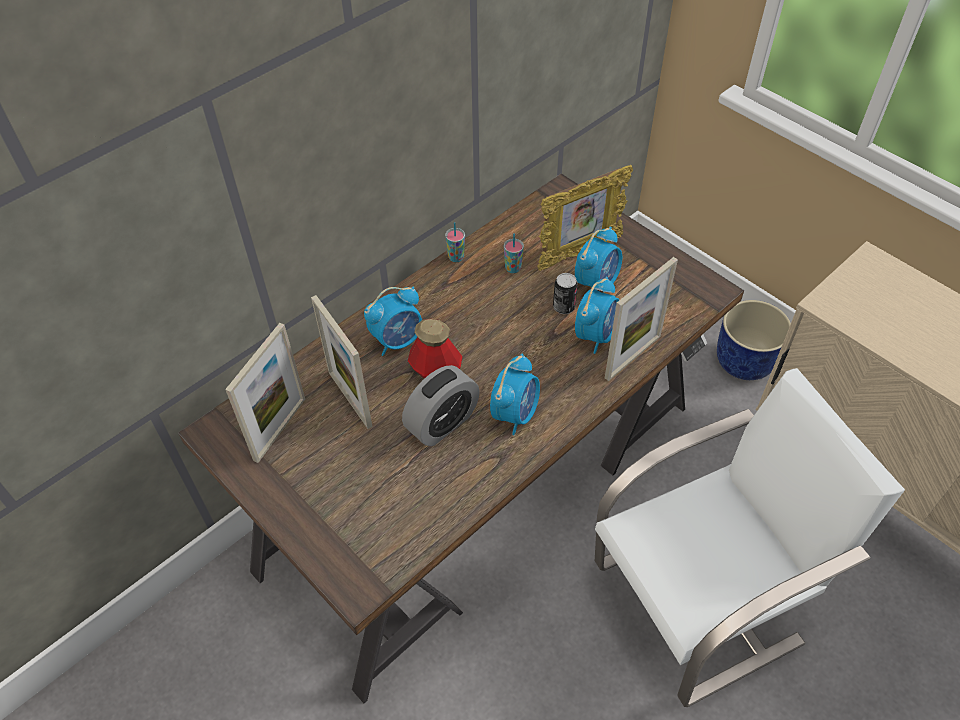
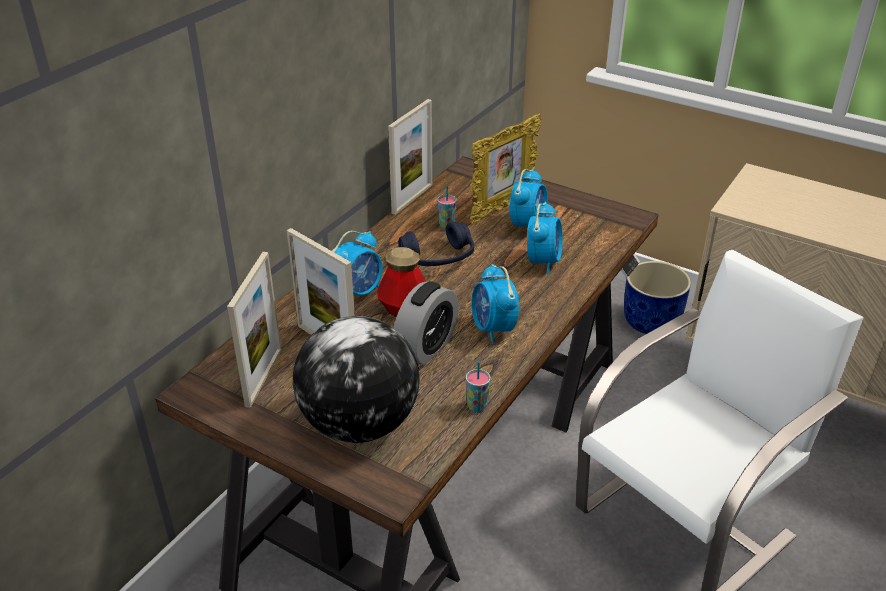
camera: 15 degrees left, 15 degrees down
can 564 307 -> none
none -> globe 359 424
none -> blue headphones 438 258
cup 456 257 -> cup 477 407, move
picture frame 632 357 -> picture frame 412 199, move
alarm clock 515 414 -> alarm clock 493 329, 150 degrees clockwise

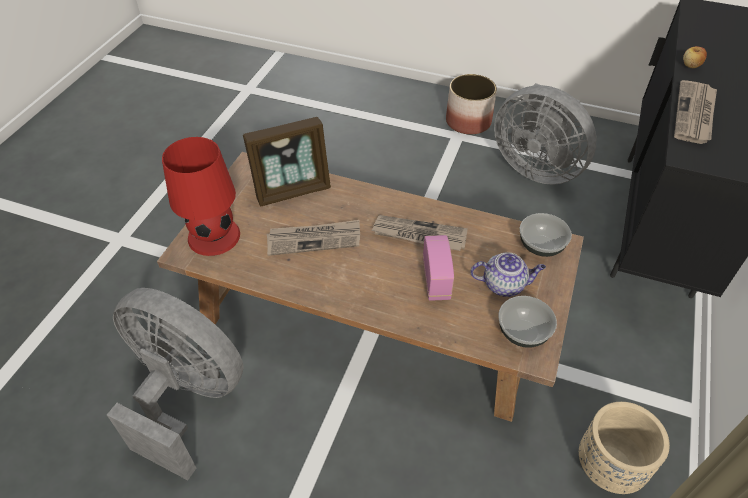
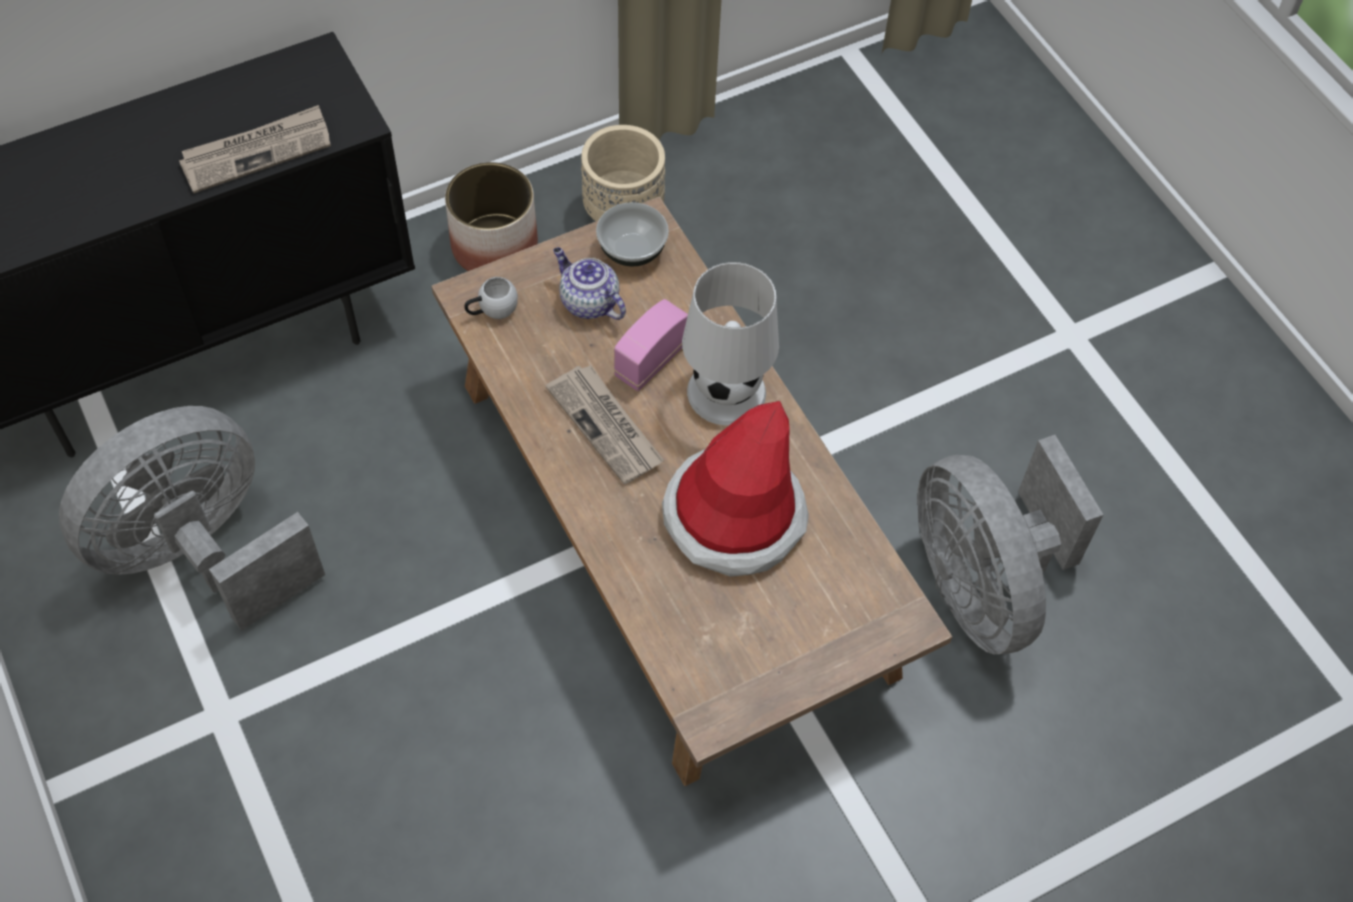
camera: 140 degrees left, 10 degrees up
red table lamp 213 236 -> none
picture frame 292 190 -> none
apple 691 66 -> none
none -> white table lamp 725 391
planter 467 122 -> planter 495 247, move
newspaper 314 239 -> hat 734 516
bowl 540 245 -> white mug 491 310
grey fan 536 167 -> grey fan 203 553, 120 degrees counterclockwise

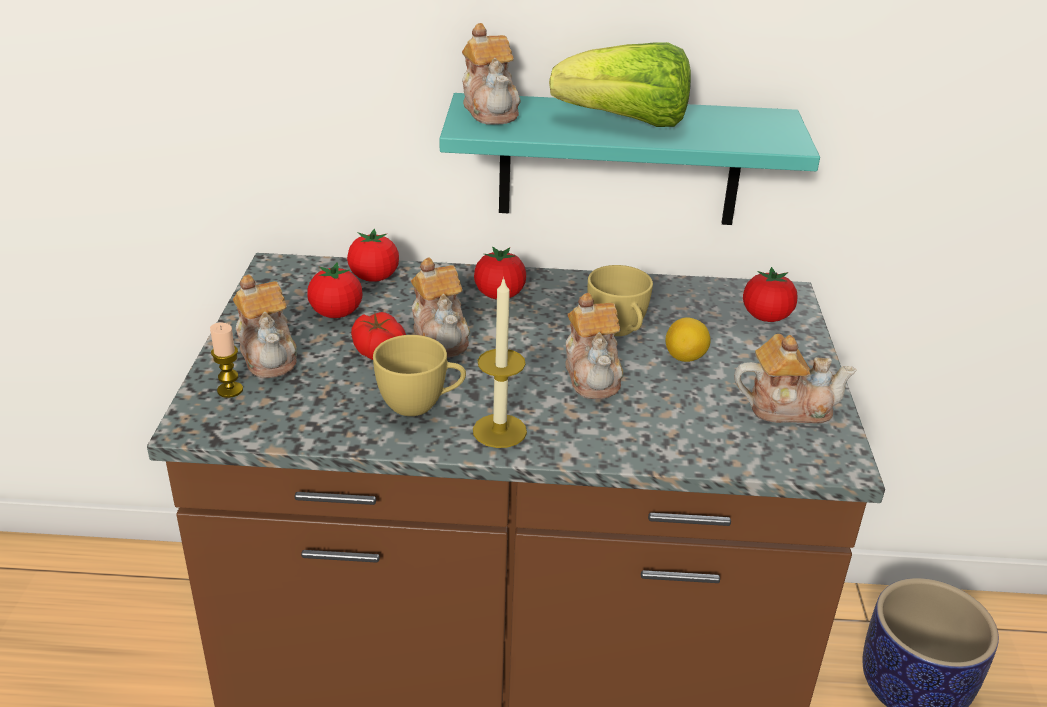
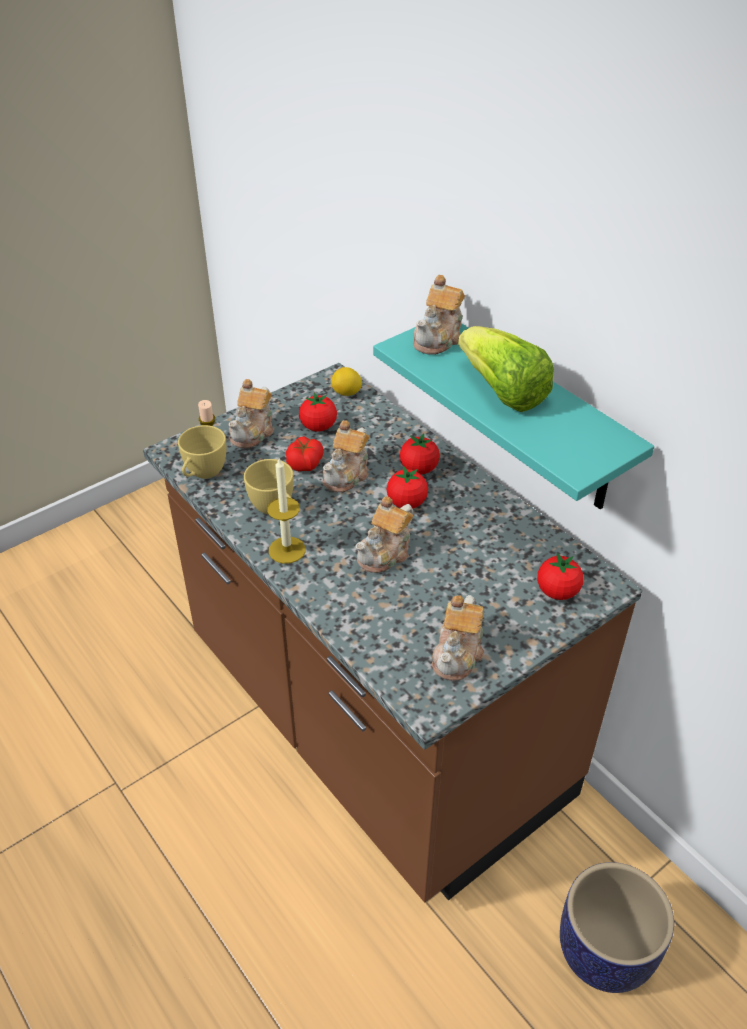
camera: 50 degrees right, 10 degrees up
tomato 374 278 -> tomato 406 503, move
yellow cup 619 331 -> yellow cup 203 474, move
lemon 685 358 -> lemon 346 393, move
teapot 787 407 -> teapot 458 654, 60 degrees clockwise

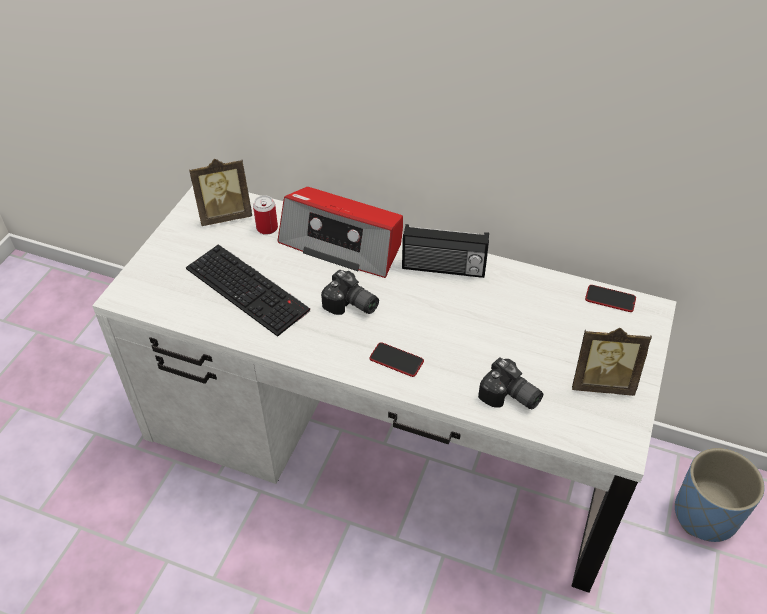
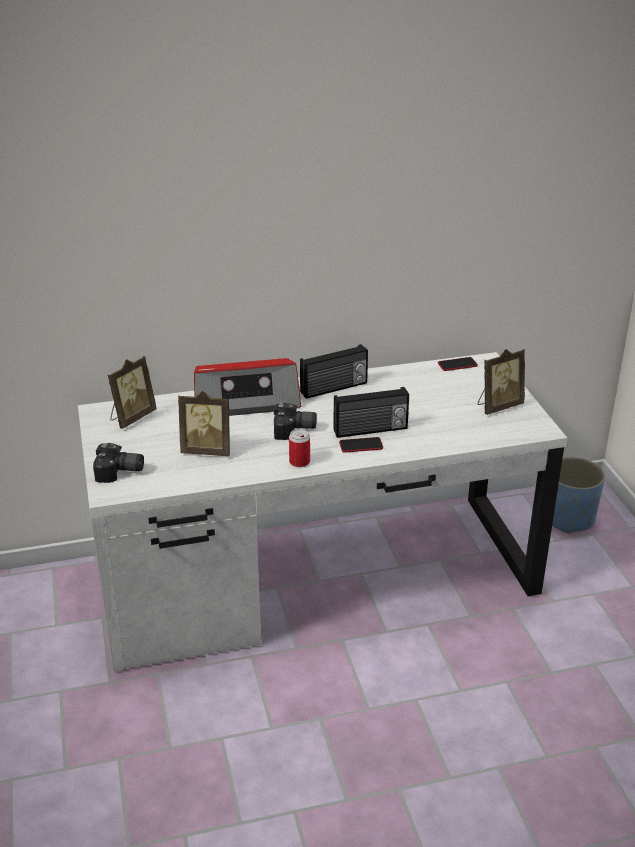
camera: 35 degrees left, 15 degrees down
none -> radio 370 430
can 267 228 -> can 299 462, move
photo camera 509 397 -> photo camera 119 473, move
keyboard 249 289 -> picture frame 207 450

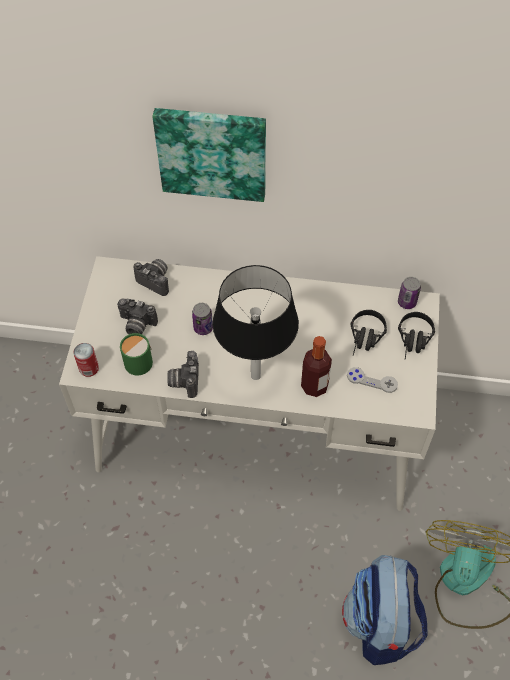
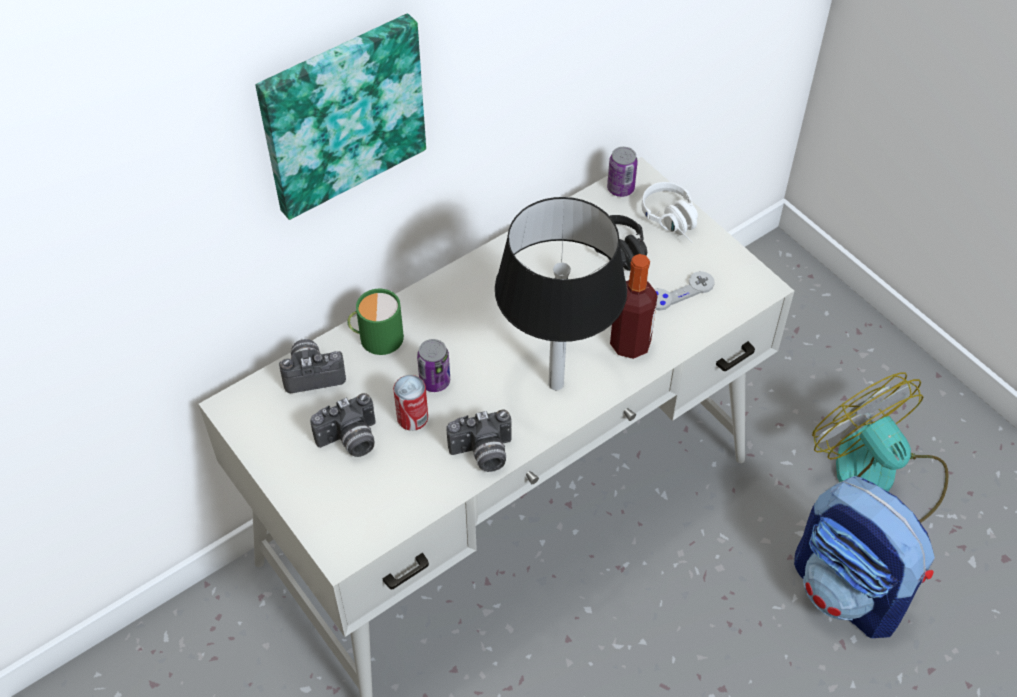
camera: 45 degrees left, 5 degrees down
can 89 368 -> can 412 418, move
green mug 136 360 -> green mug 376 337, move
black headphones 414 342 -> white headphones 674 222
photo camera 184 380 -> photo camera 482 454, 60 degrees counterclockwise

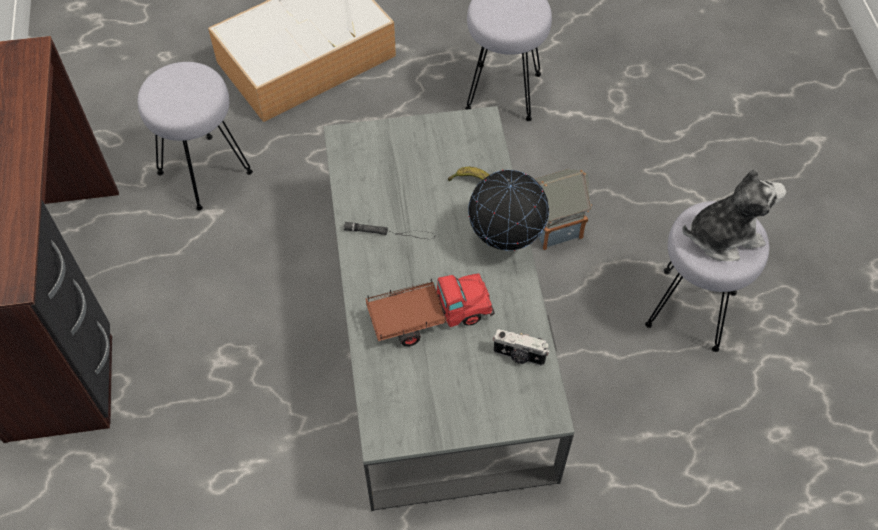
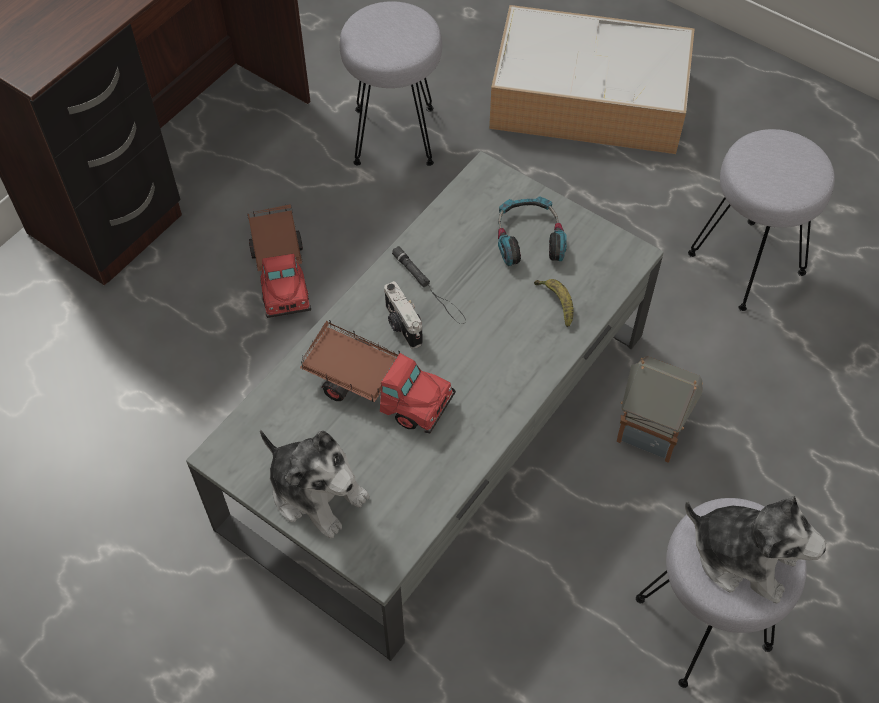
camera: 45 degrees right, 0 degrees up
globe 505 238 -> none
none -> toy truck 281 270
none -> plush toy 316 491
none -> headphones 529 238
photo camera 519 356 -> photo camera 402 325, move

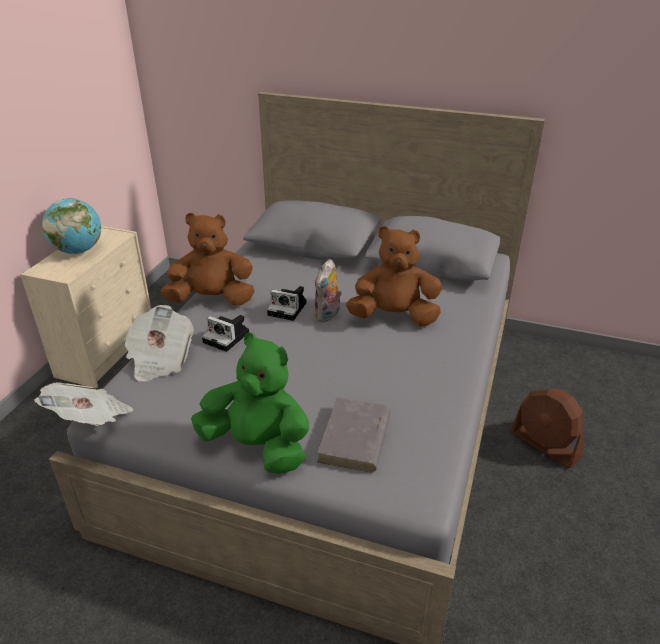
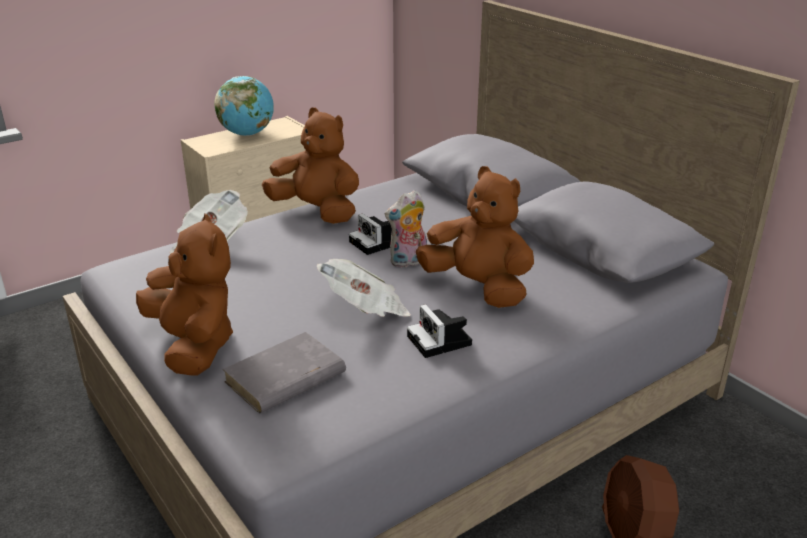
camera: 35 degrees right, 5 degrees down
newspaper 91 419 -> newspaper 365 309, move
photo camera 228 337 -> photo camera 441 341, move
green plush toy 258 446 -> brown plush toy 194 346

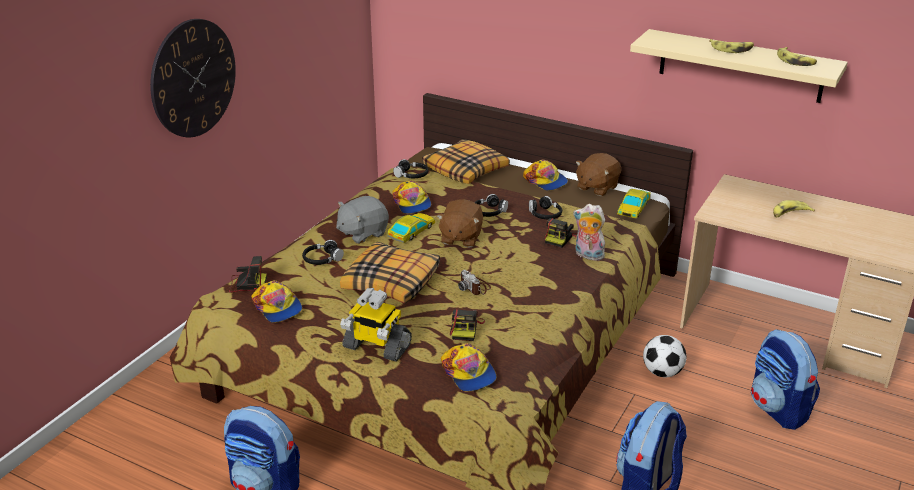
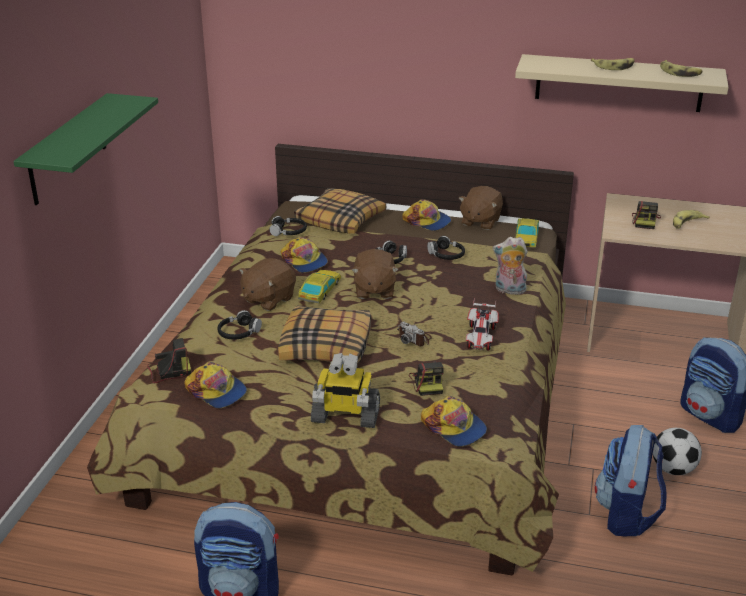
camera: 15 degrees left, 0 degrees up
none -> toy car 481 337
photo camera 561 238 -> photo camera 645 221, move
football 662 372 -> football 673 469, move
wall clock 193 78 -> green shelf 67 149
grey plush toy 362 233 -> brown plush toy 268 299

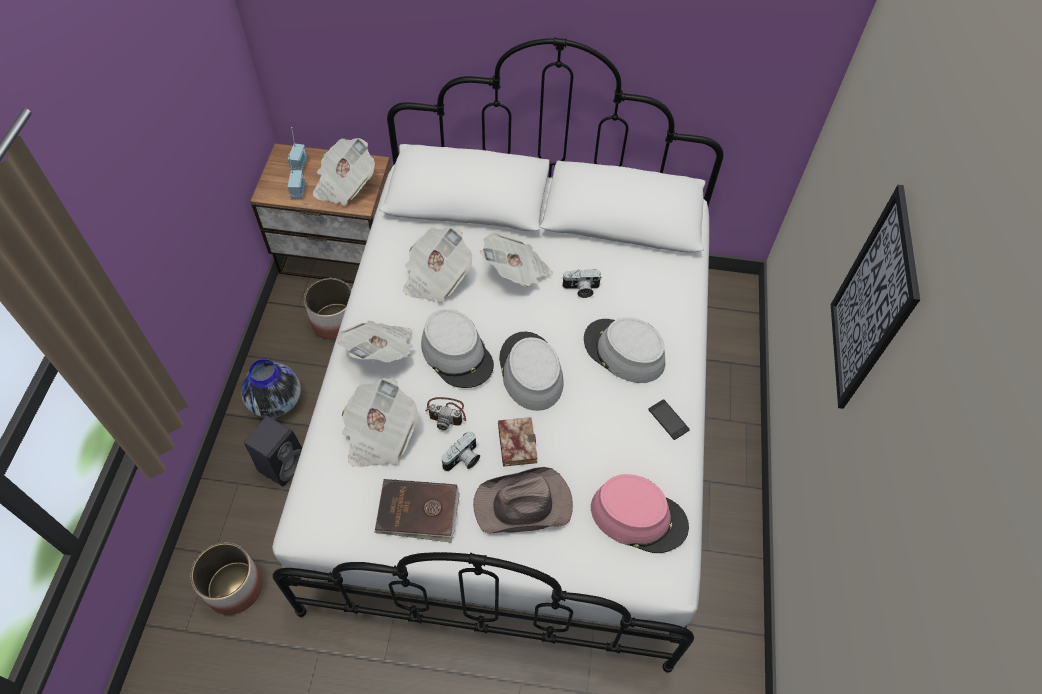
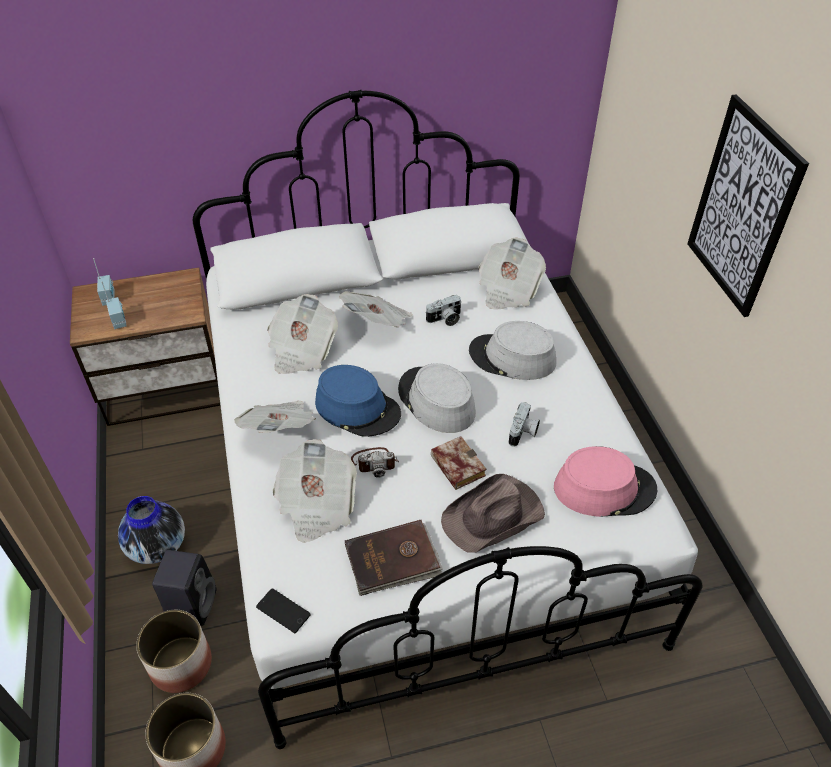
camera: 20 degrees left, 10 degrees down
planter 335 321 -> planter 181 663, move
newspaper 344 184 -> newspaper 508 289, move
photo camera 463 460 -> photo camera 523 433, move
phone 668 419 -> phone 283 611, move
grey hat 457 354 -> blue hat 358 408

